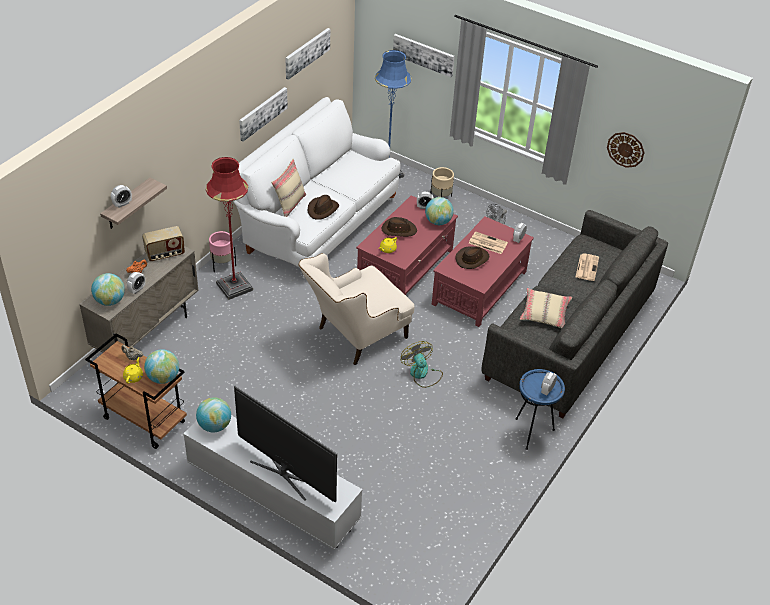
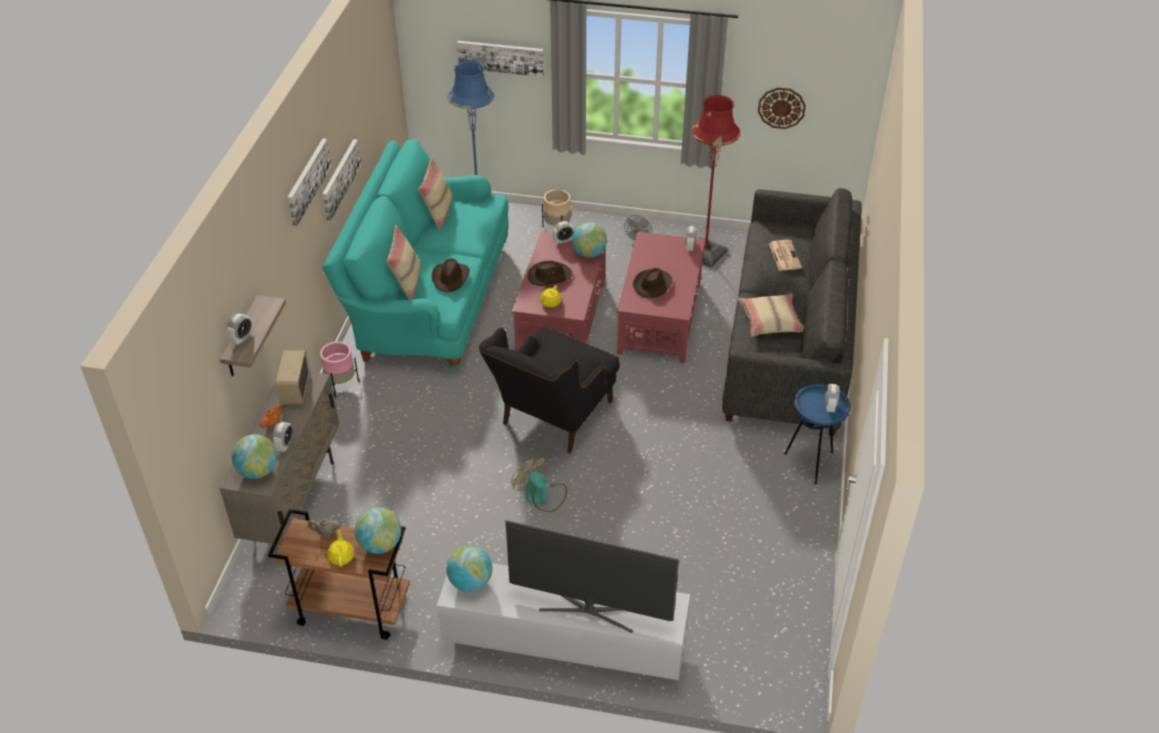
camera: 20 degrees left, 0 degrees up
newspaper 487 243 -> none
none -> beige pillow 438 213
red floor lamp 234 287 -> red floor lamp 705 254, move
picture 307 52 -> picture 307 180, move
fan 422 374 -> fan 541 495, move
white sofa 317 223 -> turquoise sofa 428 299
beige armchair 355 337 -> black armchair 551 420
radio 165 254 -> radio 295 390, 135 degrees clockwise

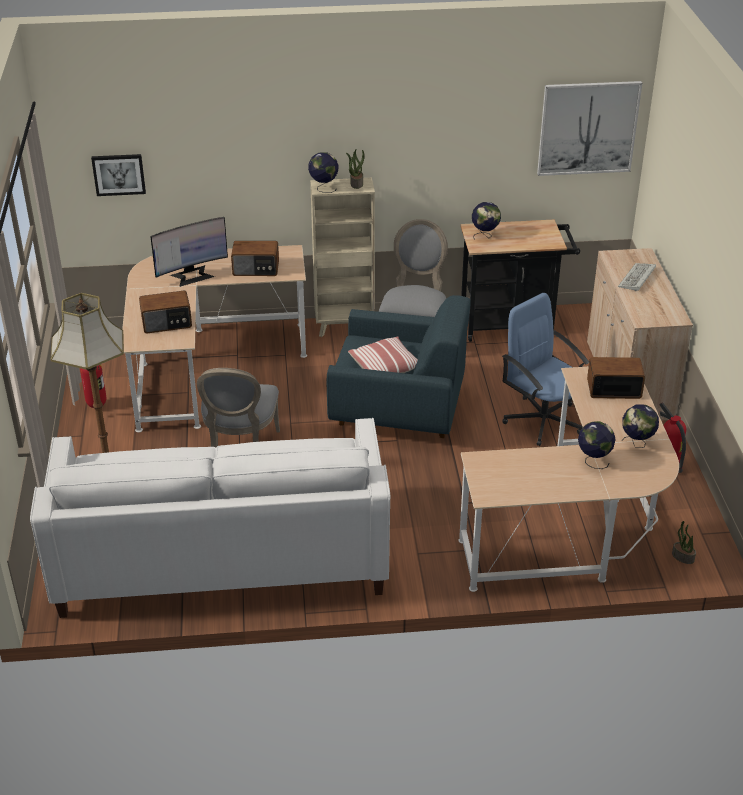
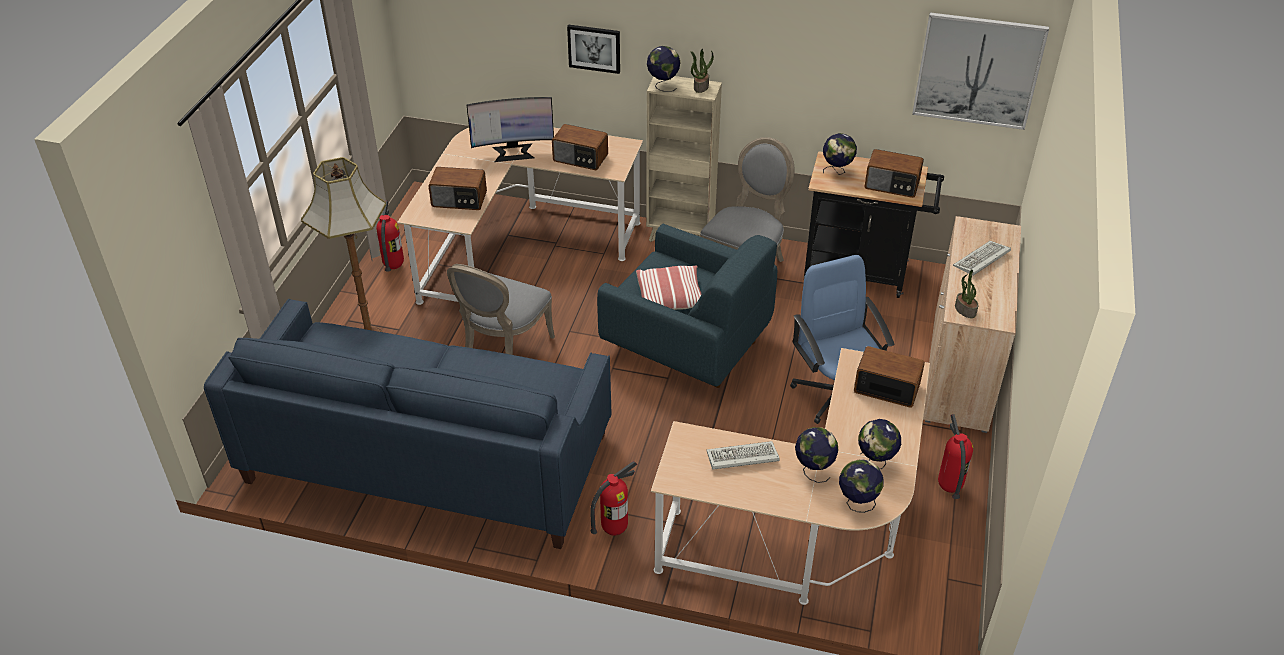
camera: 20 degrees right, 5 degrees up
none -> fire extinguisher 614 529
none -> keyboard 741 458
none -> globe 857 503
none -> radio 892 185
picture 119 174 -> picture 594 48, move
potted plant 682 557 -> potted plant 964 310, move
white sofa 222 553 -> blue sofa 428 457

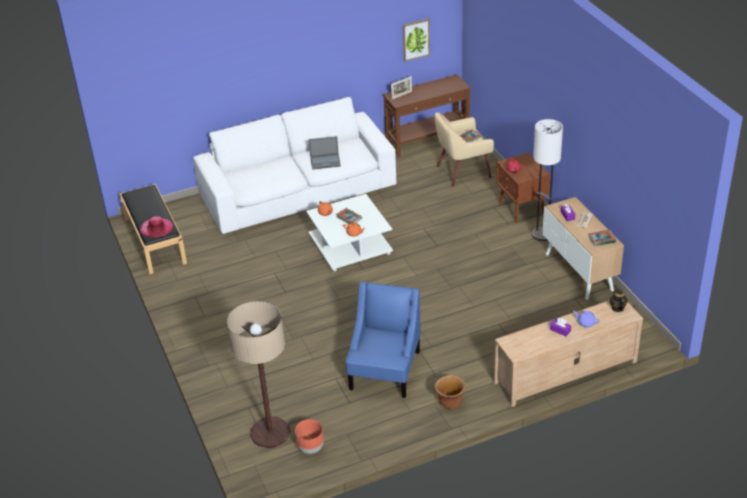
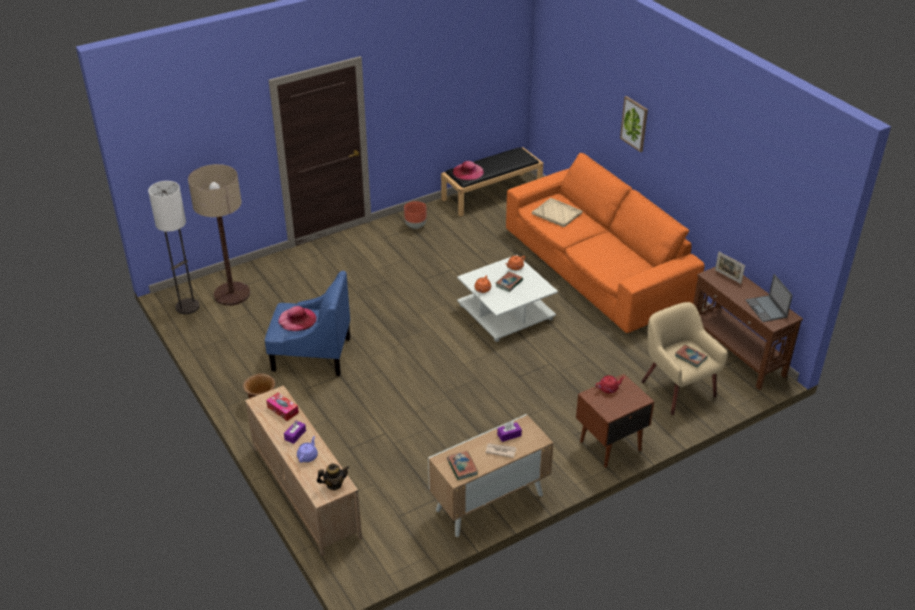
camera: 80 degrees right, 0 degrees up
none -> tissue box 283 410
none -> pink hat 297 319
none -> beige tray 557 213
brown planter 310 448 -> brown planter 415 226, move
laptop 325 162 -> laptop 766 309, move
picture 416 39 -> picture 634 123, move
floor lamp 542 234 -> floor lamp 187 307, move
white sofa 298 191 -> orange sofa 595 267

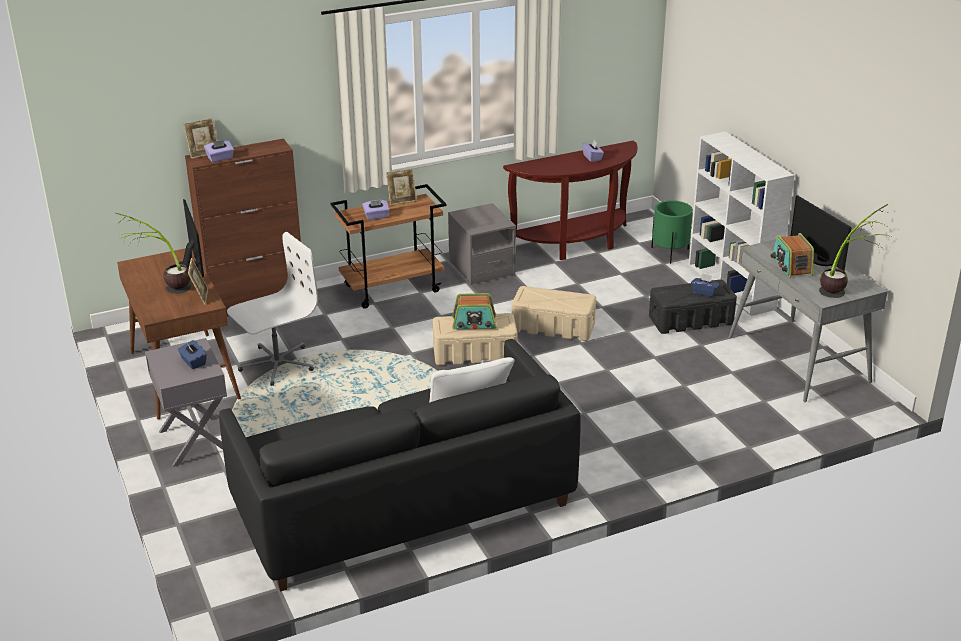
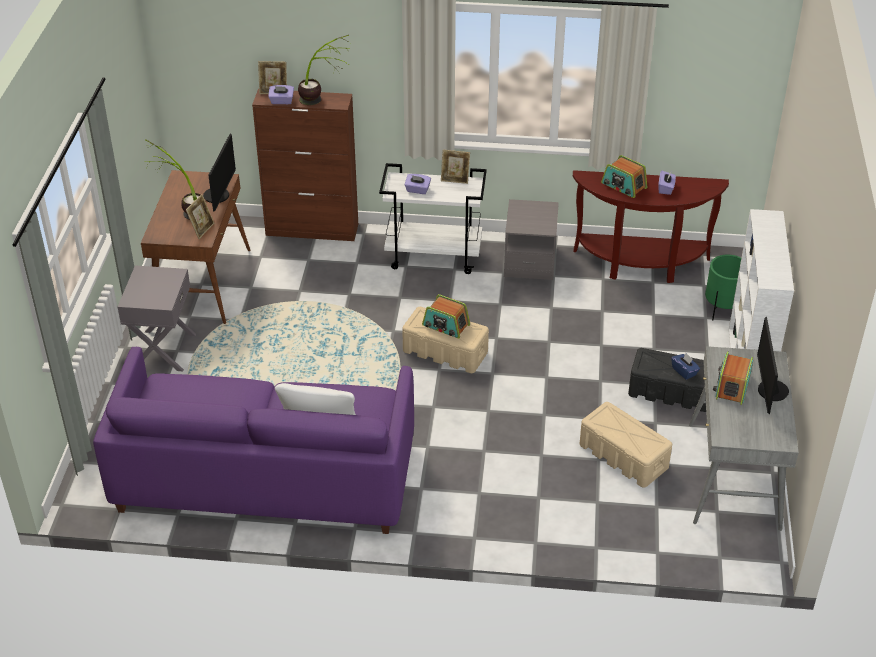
camera: 30 degrees right, 10 degrees up
blue tissue box 193 362 -> none
white office chair 276 364 -> none
none -> radio 623 186
beige storage box 553 327 -> beige storage box 624 456, move
potted plant 846 289 -> potted plant 323 101, move
black sofa 402 504 -> purple sofa 265 475
brown cart 393 288 -> white cart 434 256

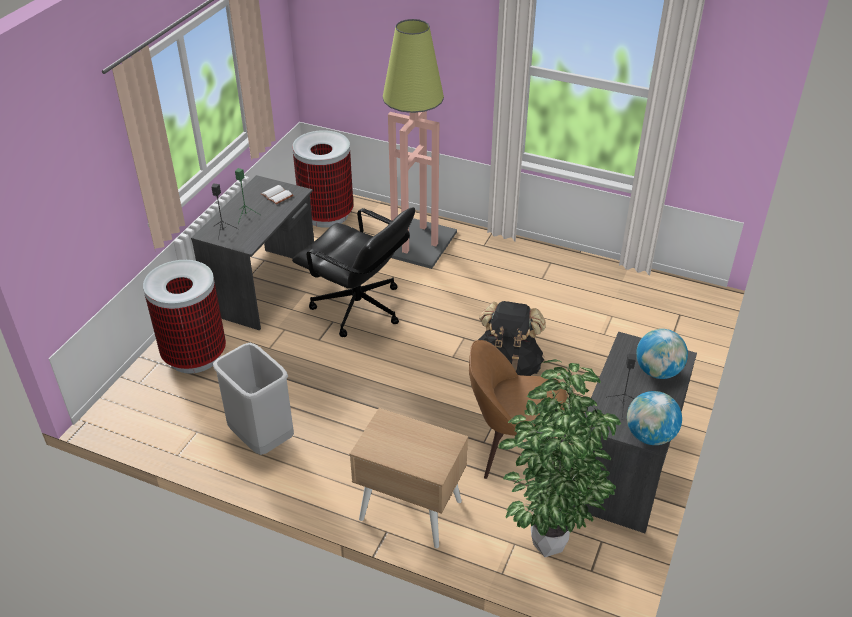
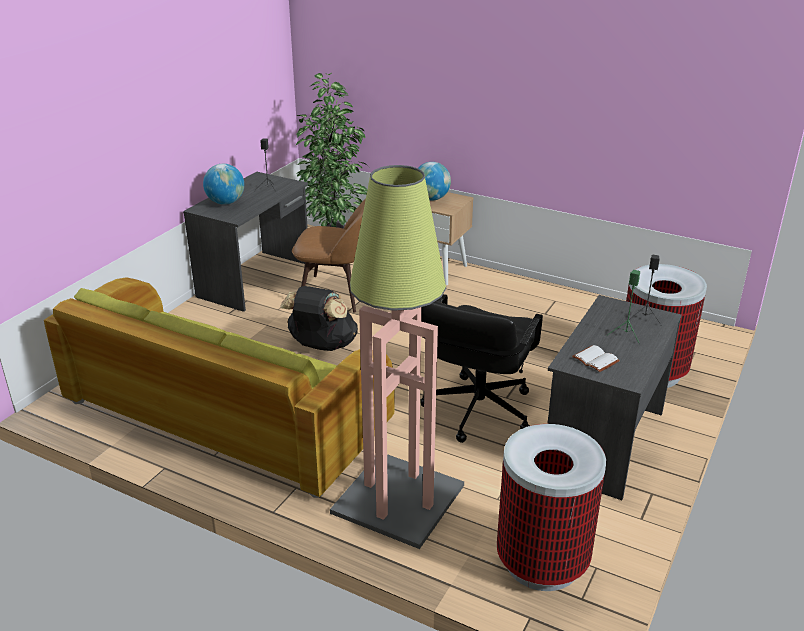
camera: 175 degrees left, 10 degrees down
grey trash can 261 438 -> none
none -> green sofa 224 413
globe 650 436 -> globe 431 199, move
black office chair 358 308 -> black office chair 477 410, 105 degrees counterclockwise

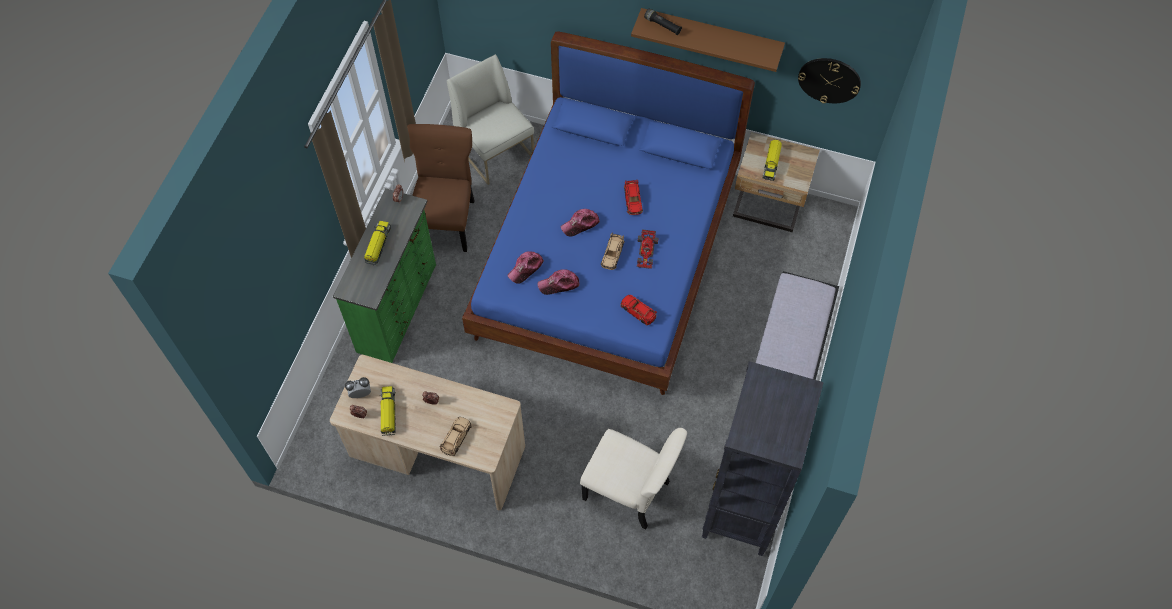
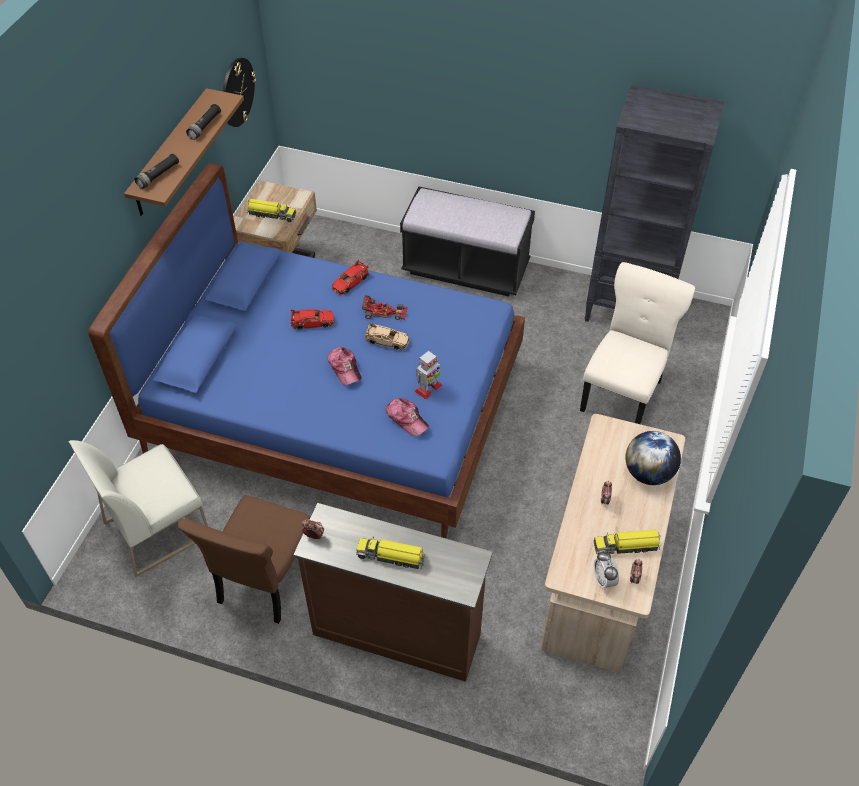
camera: 90 degrees left, 10 degrees down
none -> black flashlight 205 126
red toy car 638 311 -> red toy car 350 282, move
beige toy car 456 437 -> globe 648 473
cap 559 284 -> toy robot 428 388
green dresser 399 307 -> brown dresser 396 632
brown chair 447 221 -> brown chair 263 581, 75 degrees counterclockwise

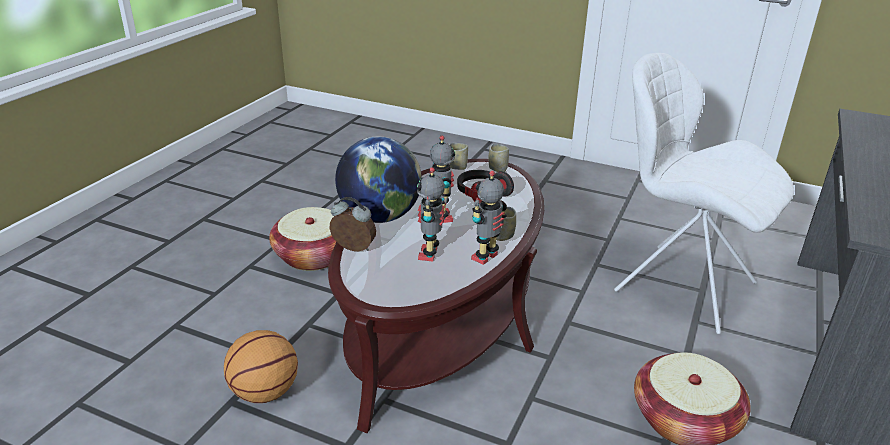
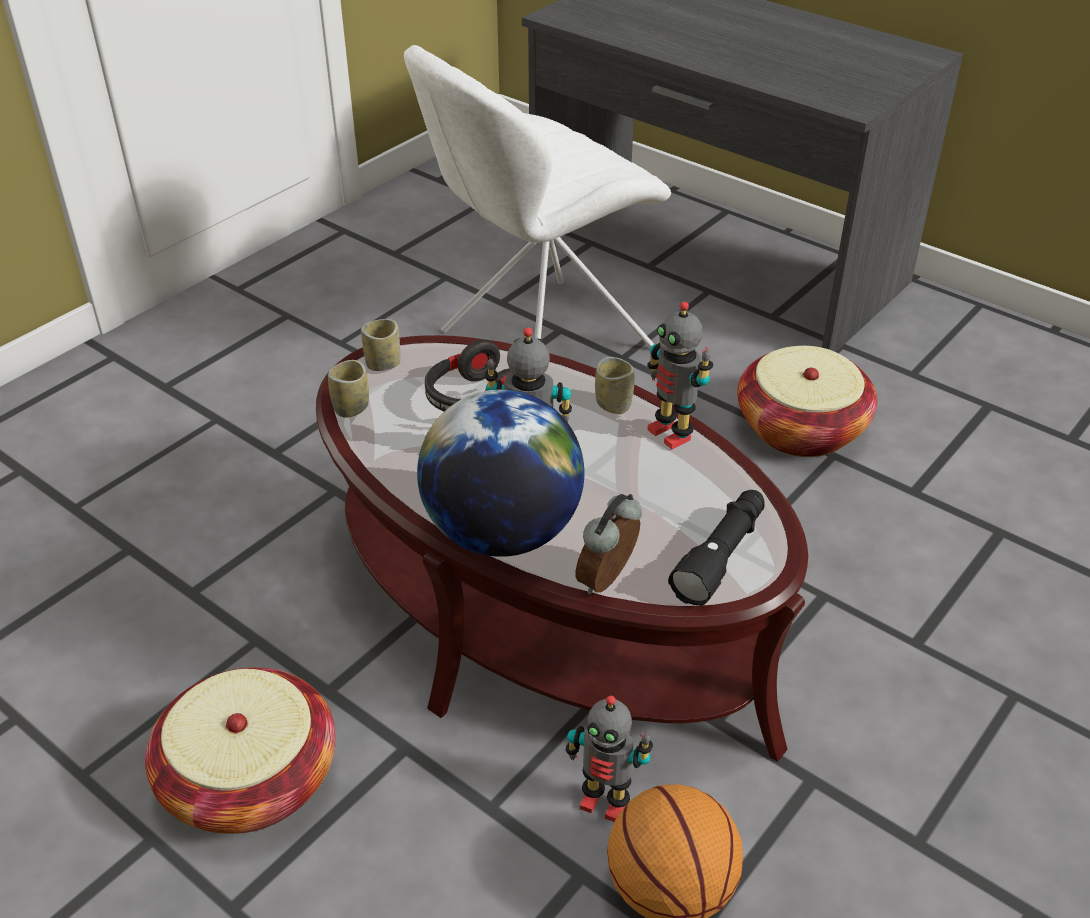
camera: 75 degrees left, 10 degrees up
none -> black flashlight 721 556
toy robot 430 254 -> toy robot 604 802, move

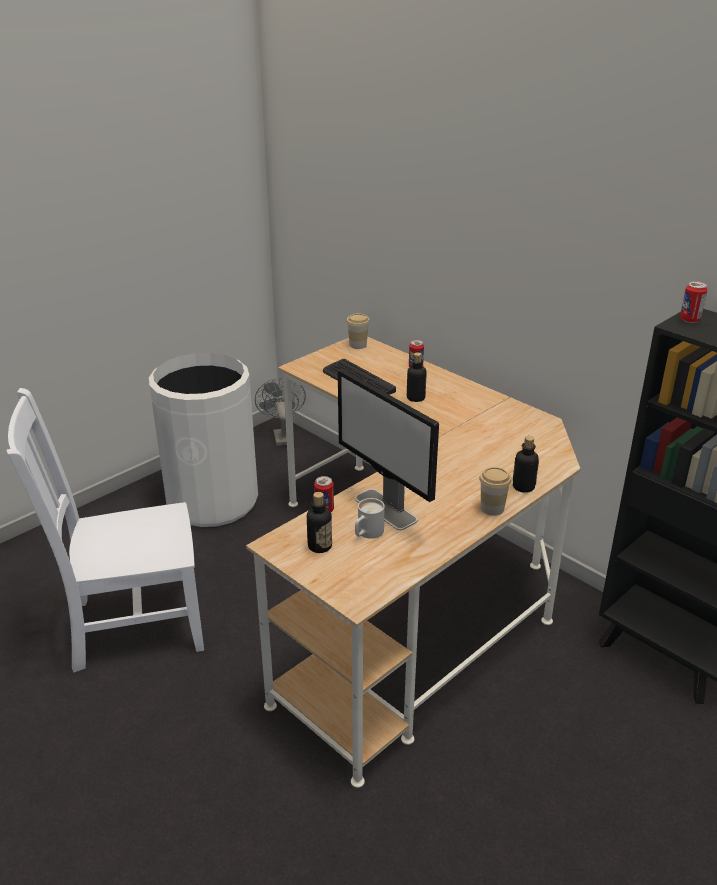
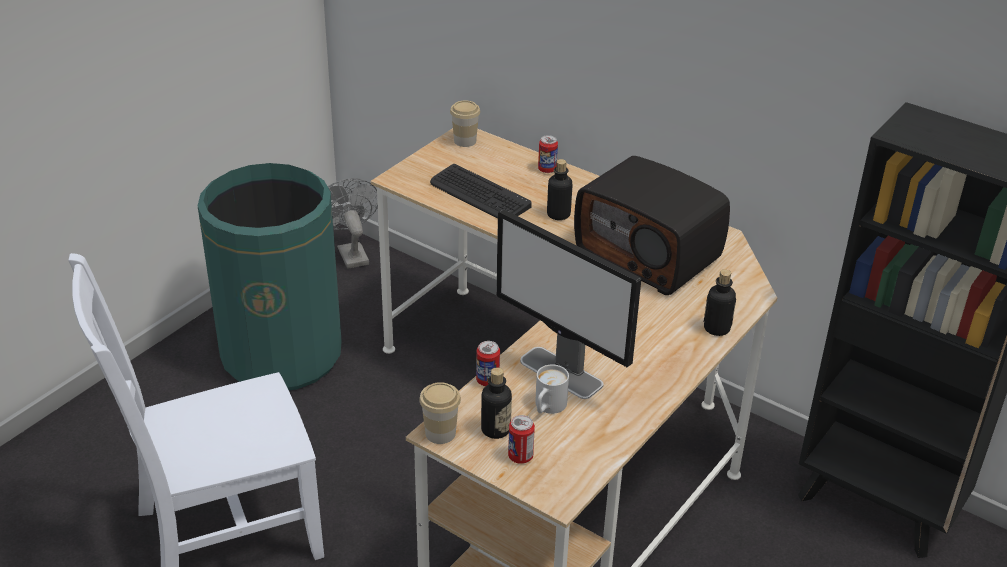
camera: 10 degrees left, 5 degrees up
none -> radio 649 255
cup 492 508 -> cup 440 433, move
can 689 320 -> can 520 457, move
white trash can 213 501 -> green trash can 282 354

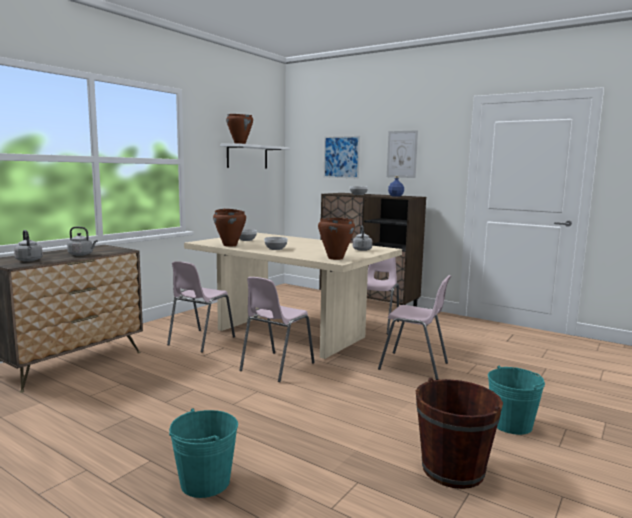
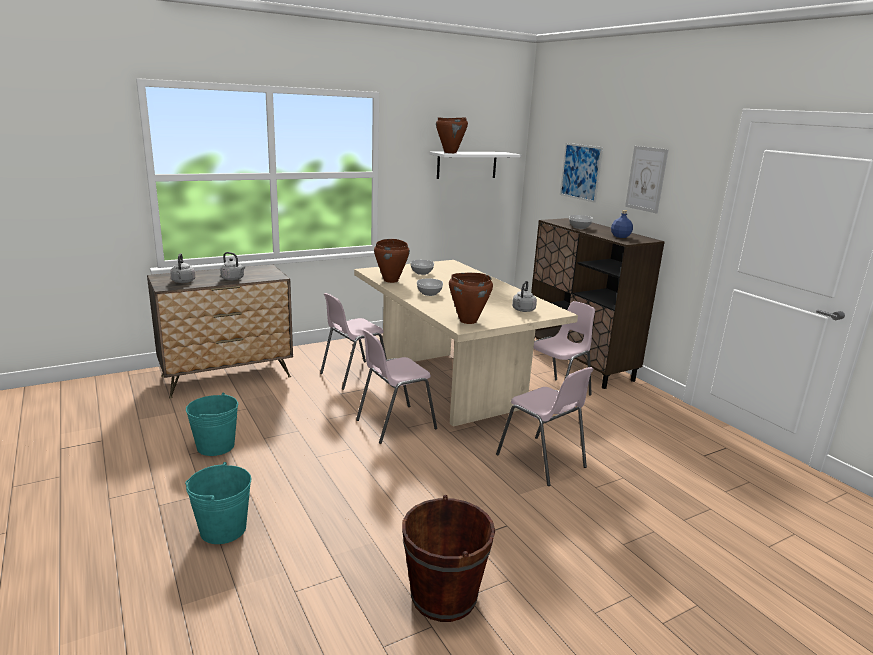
camera: 25 degrees right, 10 degrees up
turquoise bucket 511 424 -> turquoise bucket 216 446, move

